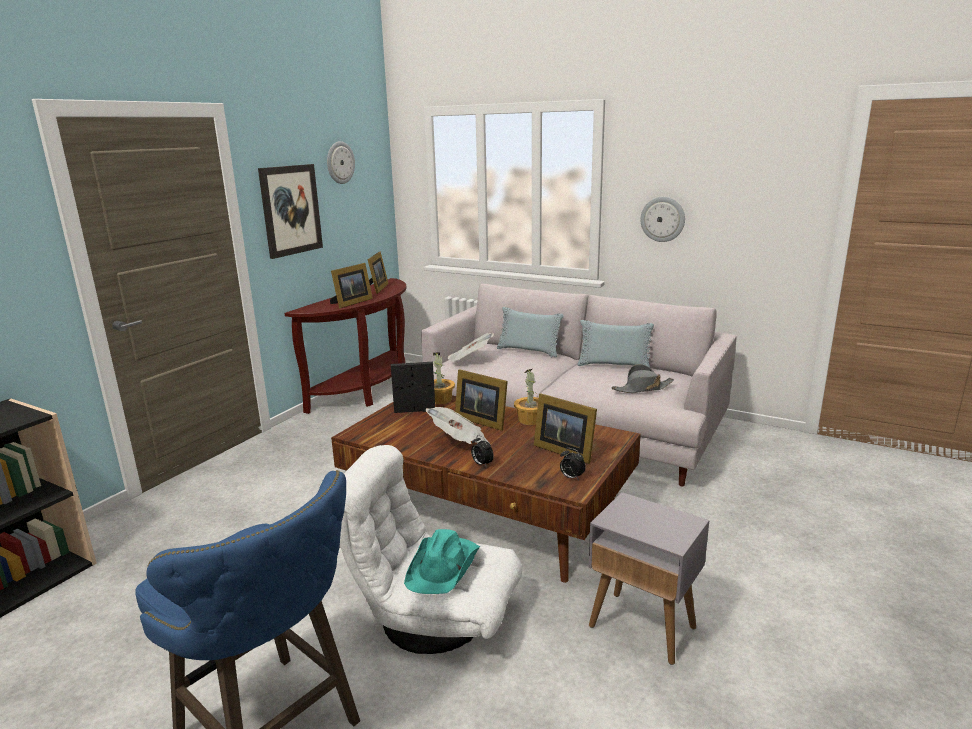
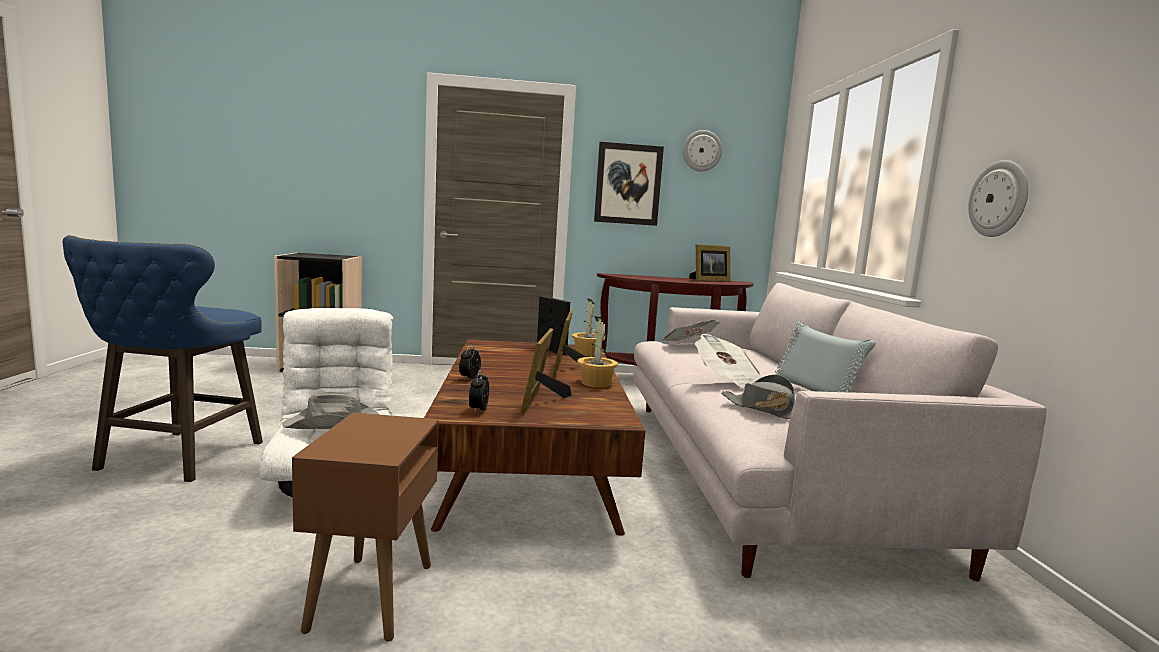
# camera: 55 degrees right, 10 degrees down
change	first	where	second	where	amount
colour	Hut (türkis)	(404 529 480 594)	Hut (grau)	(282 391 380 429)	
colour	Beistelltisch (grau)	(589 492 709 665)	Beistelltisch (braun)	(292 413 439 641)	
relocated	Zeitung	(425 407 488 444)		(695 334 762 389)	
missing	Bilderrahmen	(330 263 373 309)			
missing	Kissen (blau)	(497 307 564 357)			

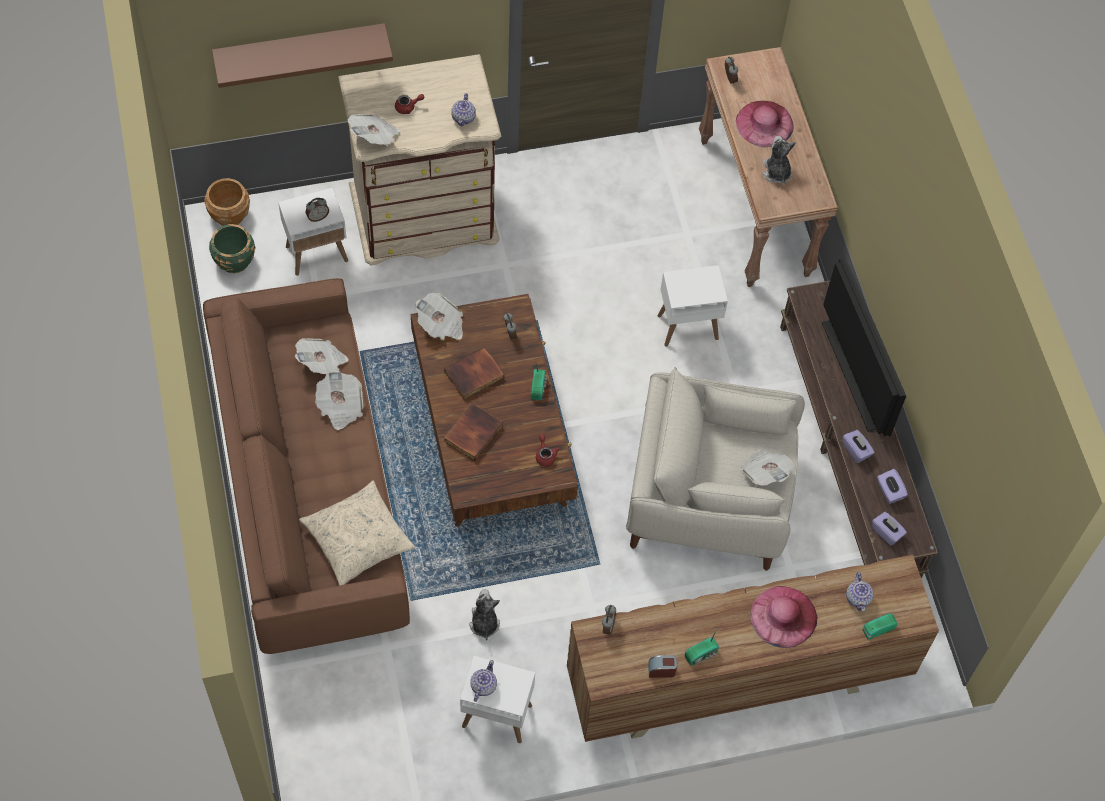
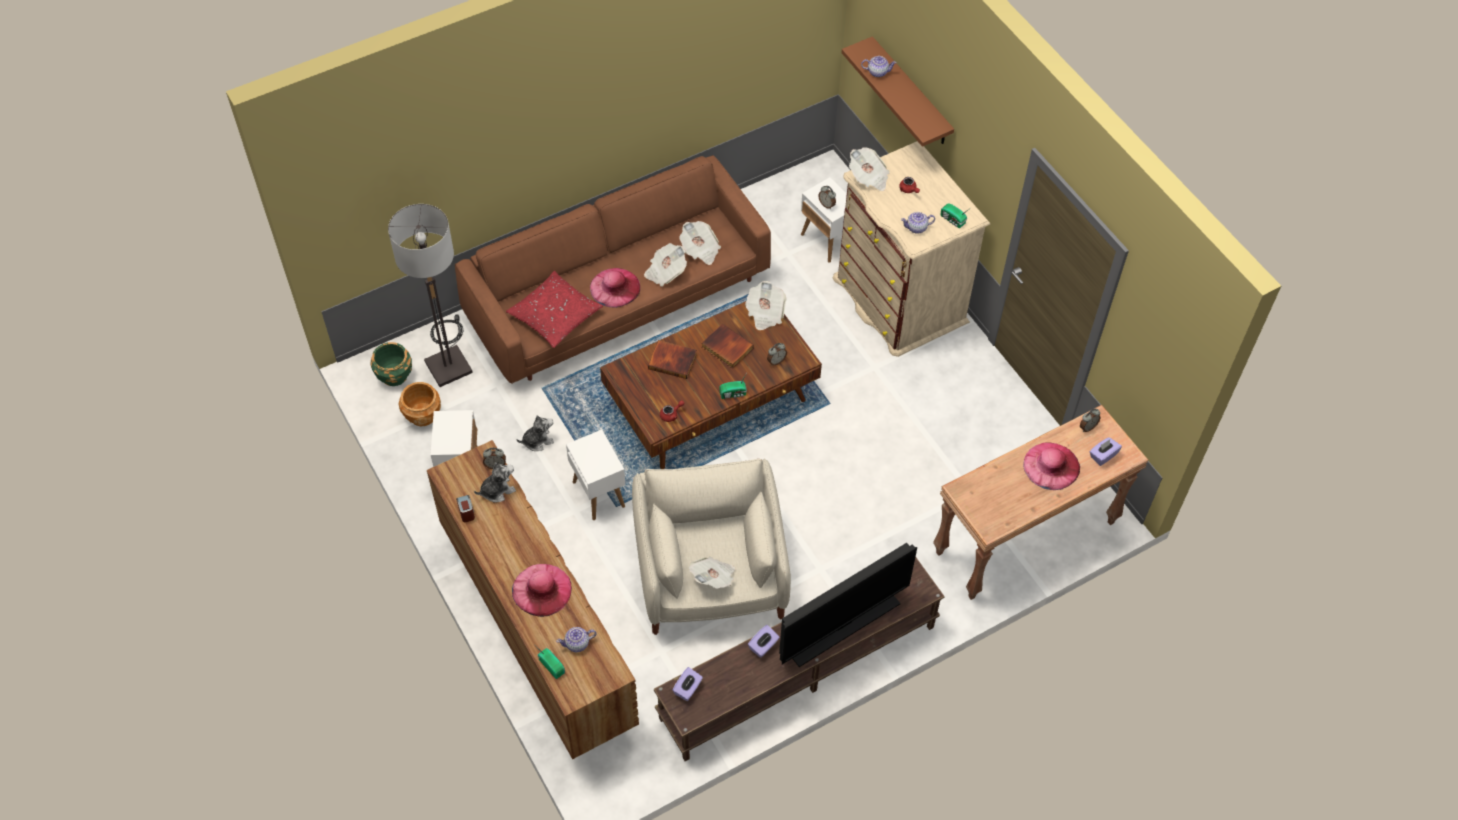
# camera: 75 degrees right, 5 degrees down
change	first	where	second	where	amount
relocated	Pflanzkübel (grün)	(209 224 256 273)		(370 342 412 386)	
appeared			Stehlampe	(388 204 473 387)	
relocated	Pflanzkübel (braun)	(205 178 250 226)		(398 382 441 426)	
relocated	Plüschtier	(763 136 796 184)		(474 462 516 503)	
colour	Kissen (beige)	(299 480 415 586)	Kissen (rot)	(506 271 603 348)	
relocated	Beistelltisch (weiß)	(658 265 728 347)		(566 430 625 520)	
appeared			Hut (rosa)	(590 268 640 308)	
relocated	Teekanne	(470 660 497 702)		(861 56 897 77)	
relocated	Radio	(685 629 720 666)		(940 204 969 228)	
relocated	Taschentuchbox (lila)	(877 469 908 504)		(1089 437 1122 466)	

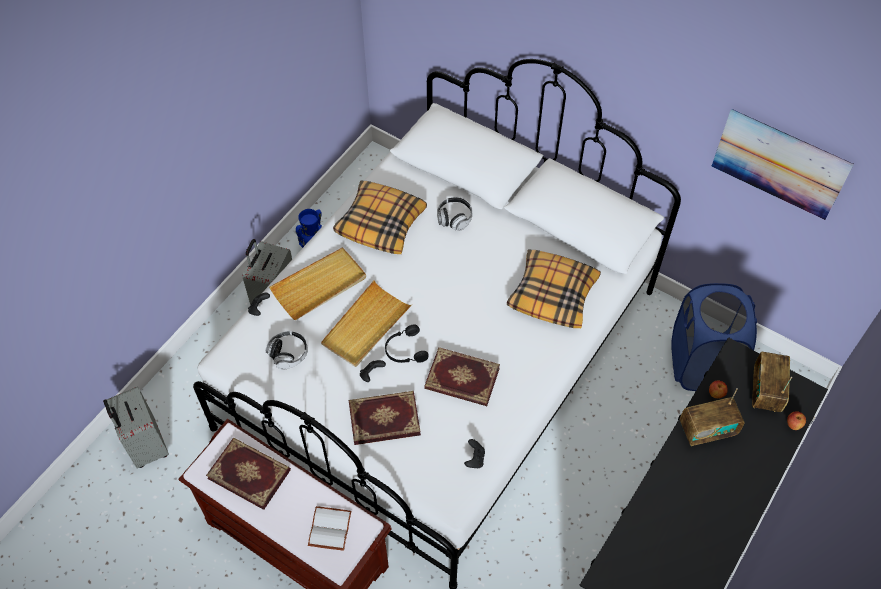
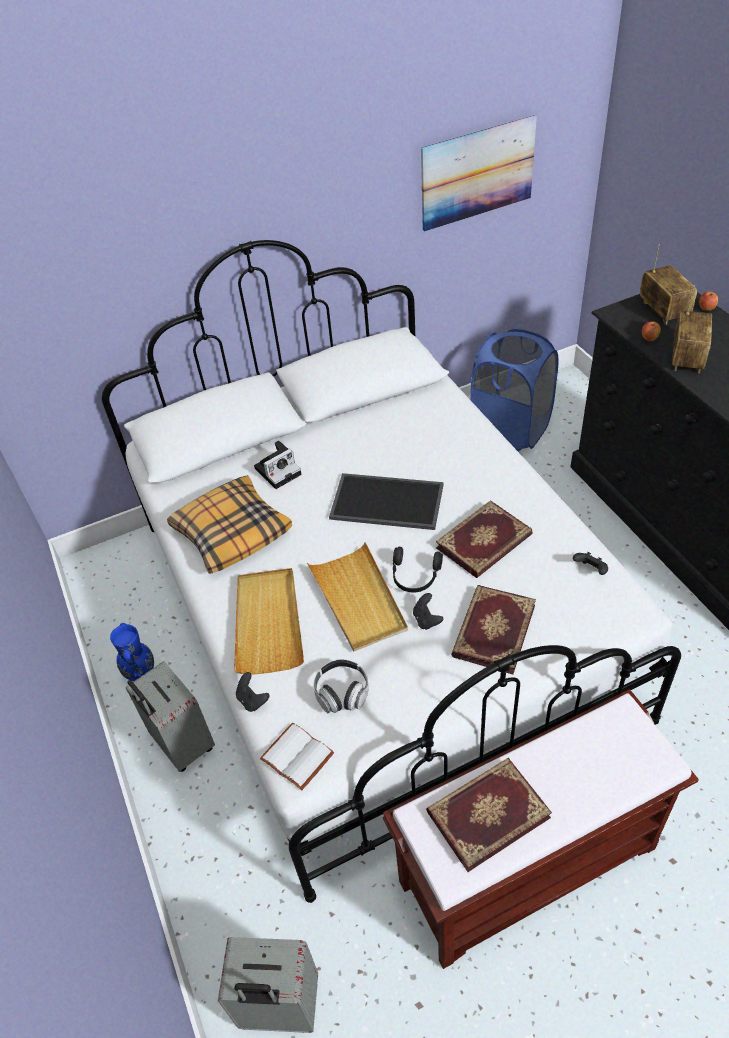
# camera: 55 degrees left, 10 degrees down
change	first	where	second	where	amount
exchanged	Kopfhörer	(437 197 472 231)	Kamera	(254 440 302 489)	
relocated	Buch (weiß)	(308 506 352 551)		(260 723 334 790)	
appeared			Tablett	(329 473 444 530)	
spun	Radio	(752 351 792 412)		(640 244 697 325)	150 degrees counterclockwise
missing	Kissen	(507 250 601 328)			

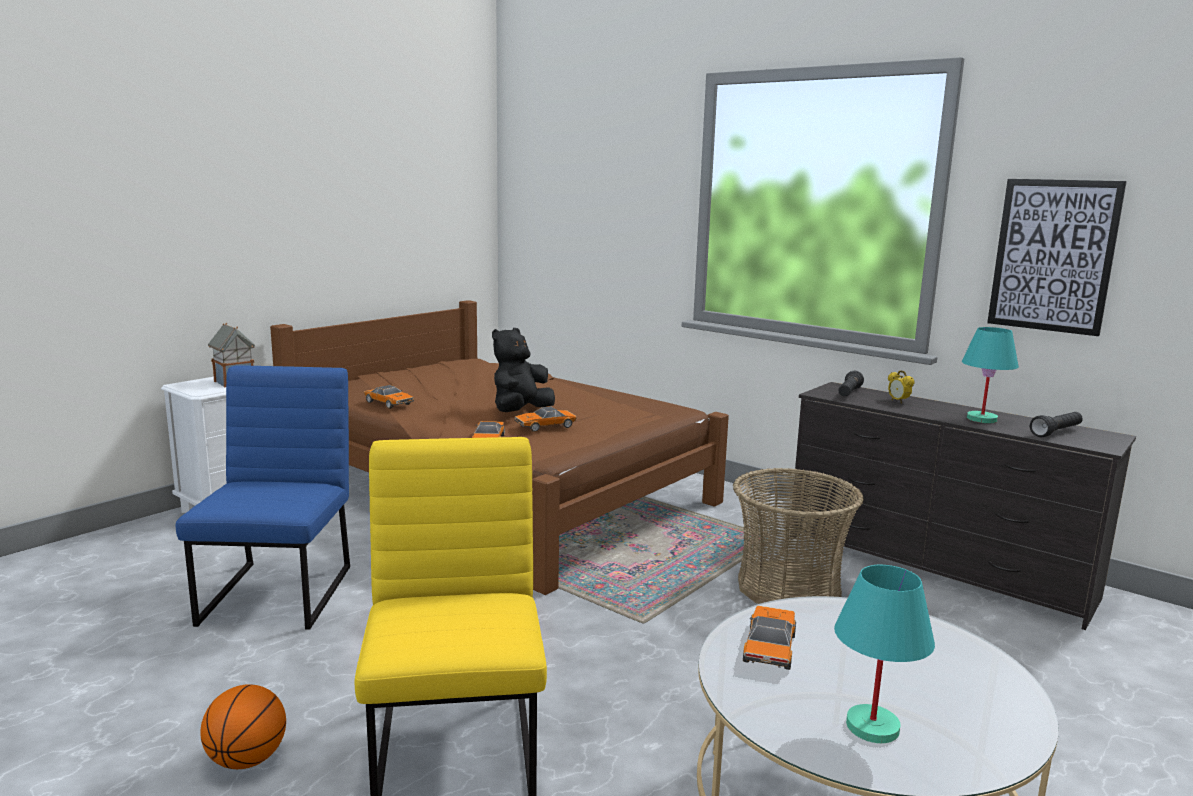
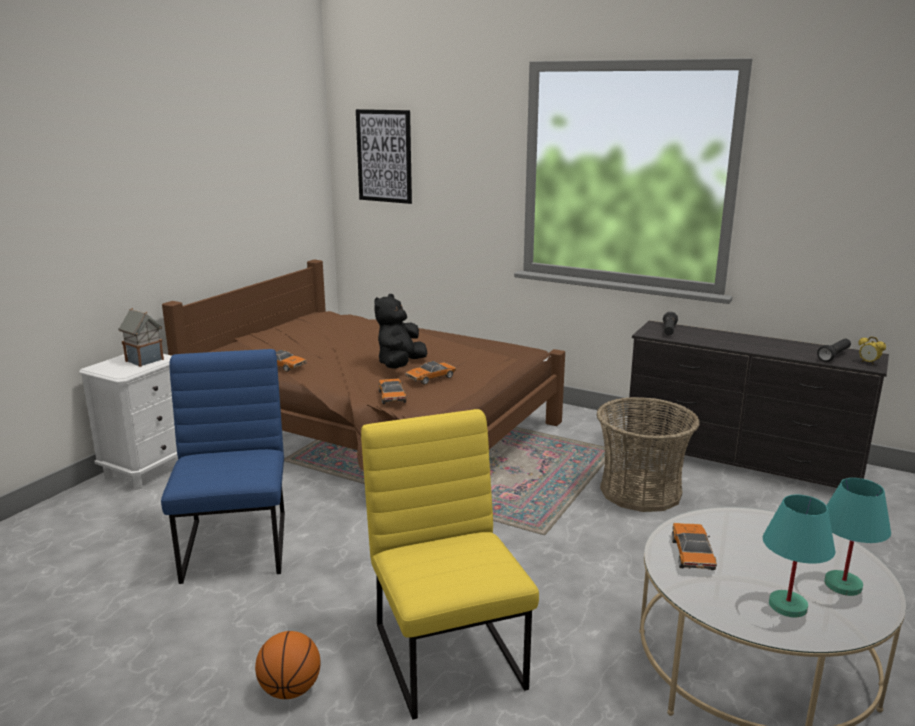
# camera: 10 degrees left, 5 degrees up
change	first	where	second	where	amount
relocated	Bild	(987 179 1127 336)		(356 109 412 204)	
relocated	Tischlampe (türkis)	(962 327 1019 423)		(824 478 891 596)	
relocated	Wecker	(888 370 915 403)		(858 336 886 365)	

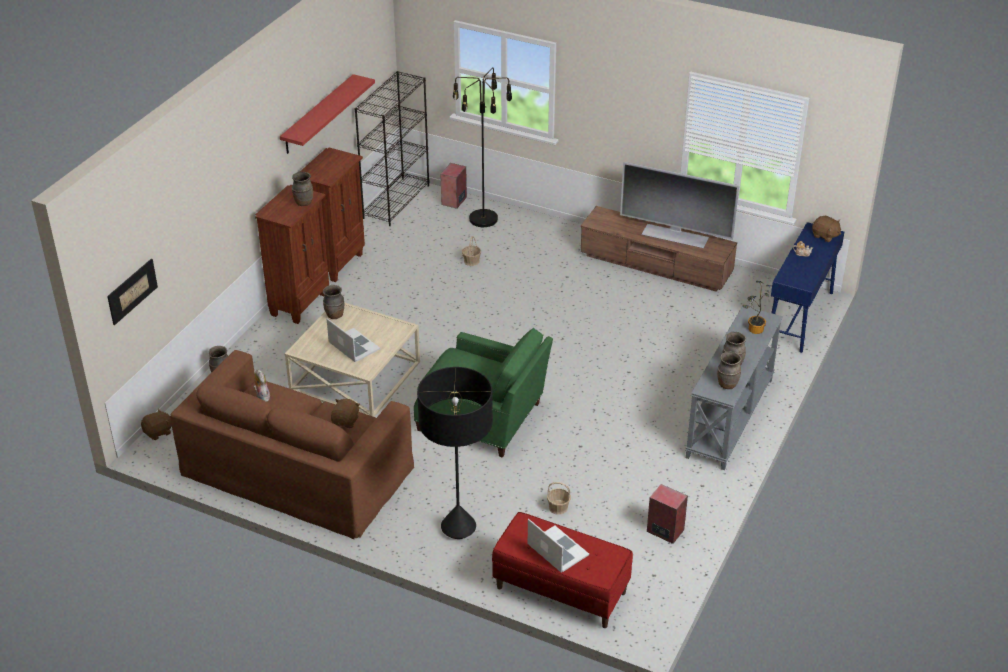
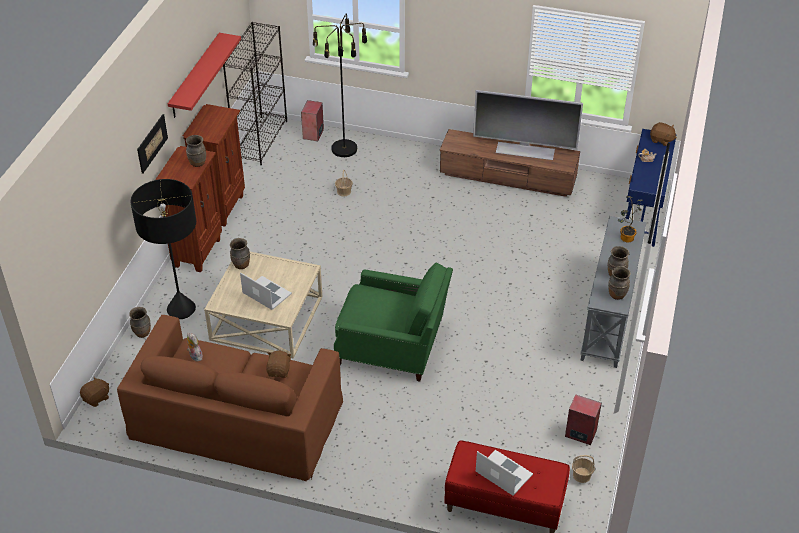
# camera: 10 degrees left, 5 degrees up
change	first	where	second	where	amount
relocated	Stehlampe (schwarz)	(417 367 493 539)		(130 179 196 319)	
relocated	Bild	(107 259 158 325)		(137 114 168 174)	
relocated	Korb	(547 482 571 515)		(572 455 595 483)	

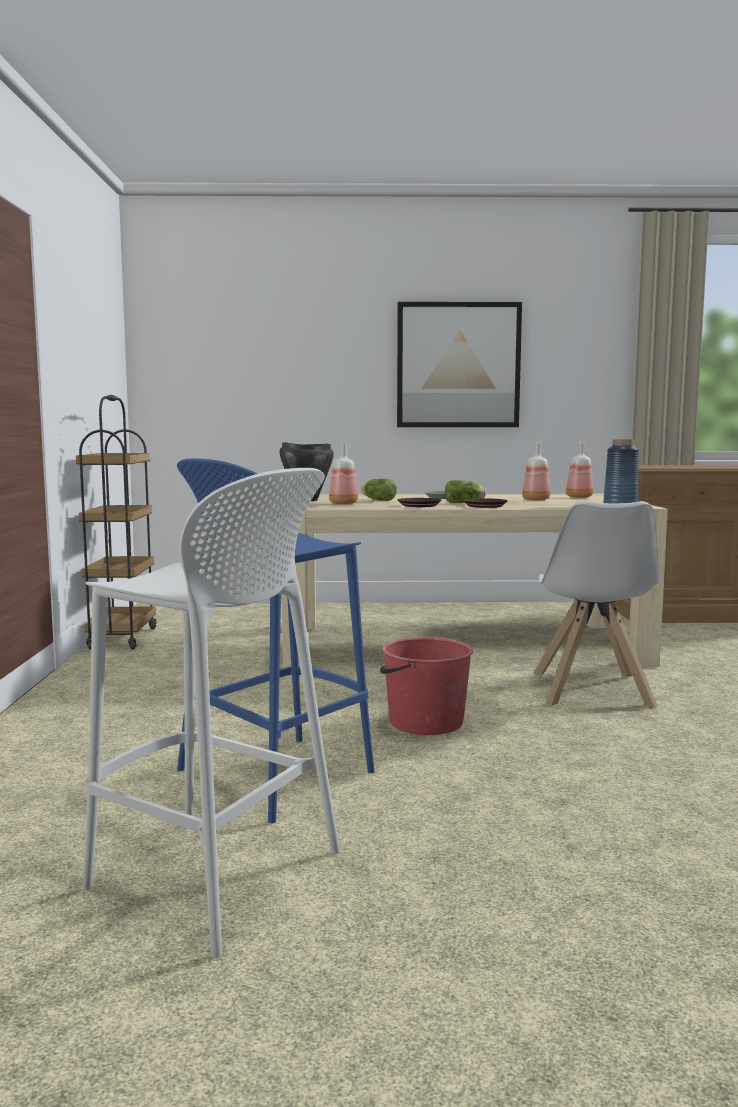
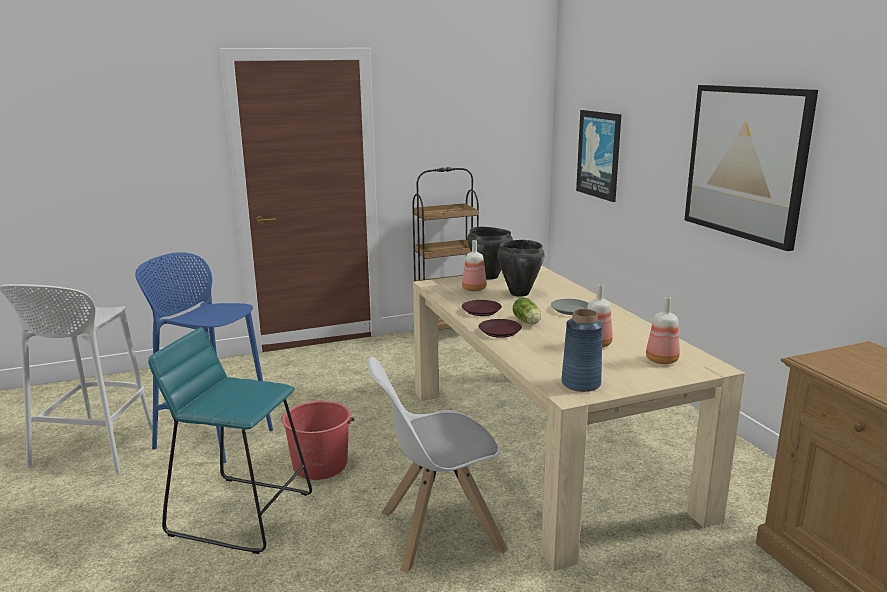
# camera: 70 degrees right, 10 degrees up
change	first	where	second	where	amount
appeared			Hocker (türkis)	(148 327 312 554)	
exchanged	Salatkopf	(361 479 397 501)	Kochtopf (schwarz)	(497 240 544 297)	
appeared			Bild	(576 110 621 202)	

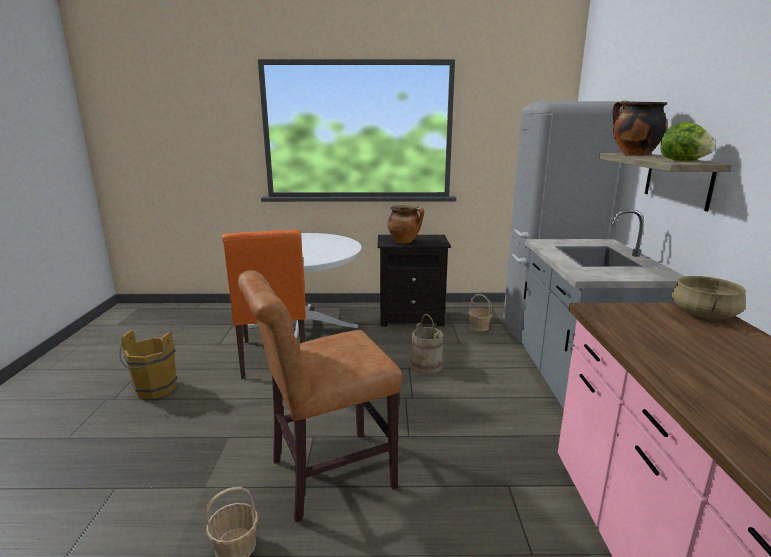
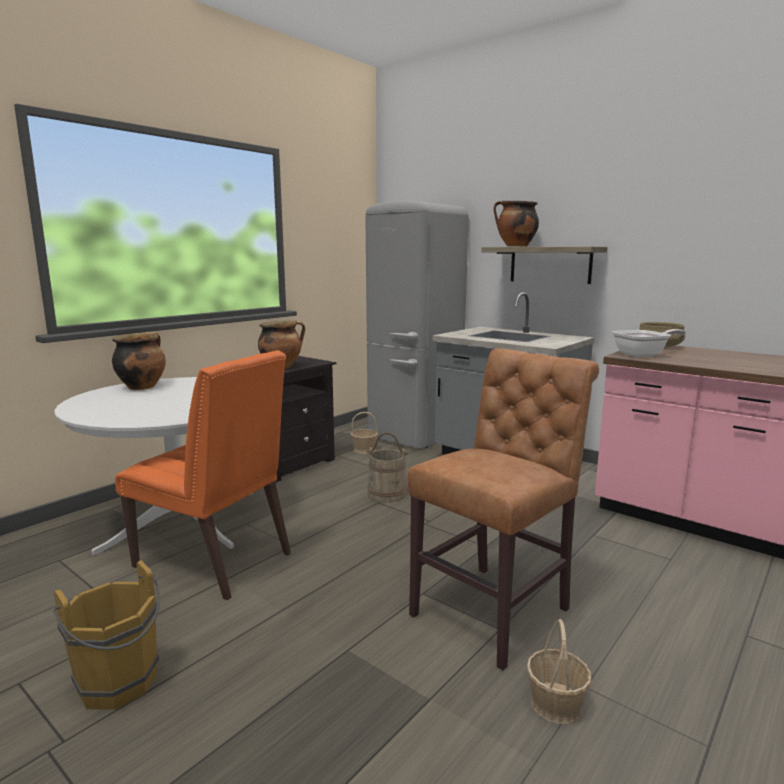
# camera: 50 degrees left, 5 degrees down
change	first	where	second	where	amount
appeared			Kochtopf	(112 332 166 390)	
spun	Stuhl (braun)	(238 270 402 523)		(407 348 599 670)	150 degrees counterclockwise
appeared			Pfanne	(612 329 686 357)	
missing	Salatkopf	(660 122 716 161)			

